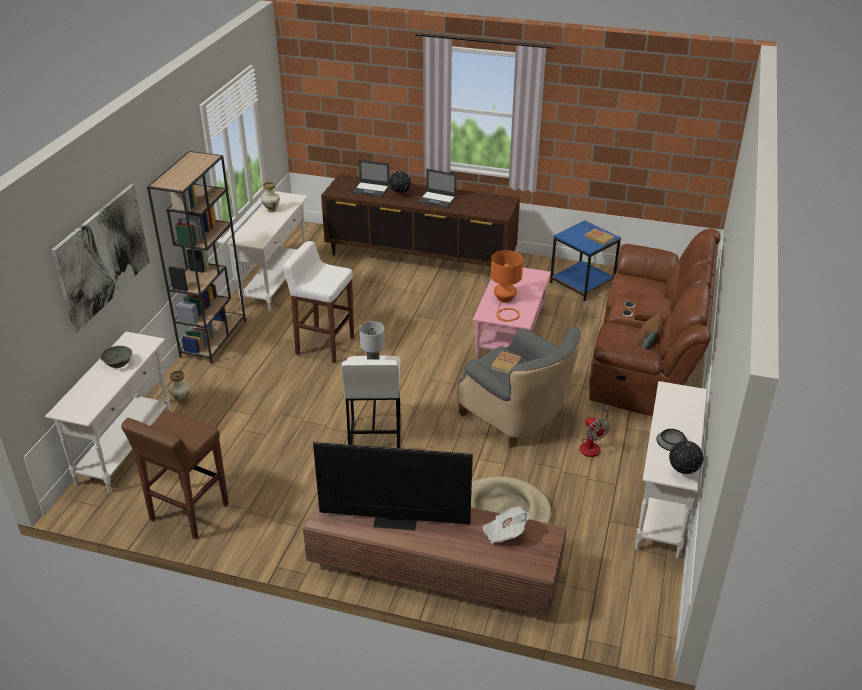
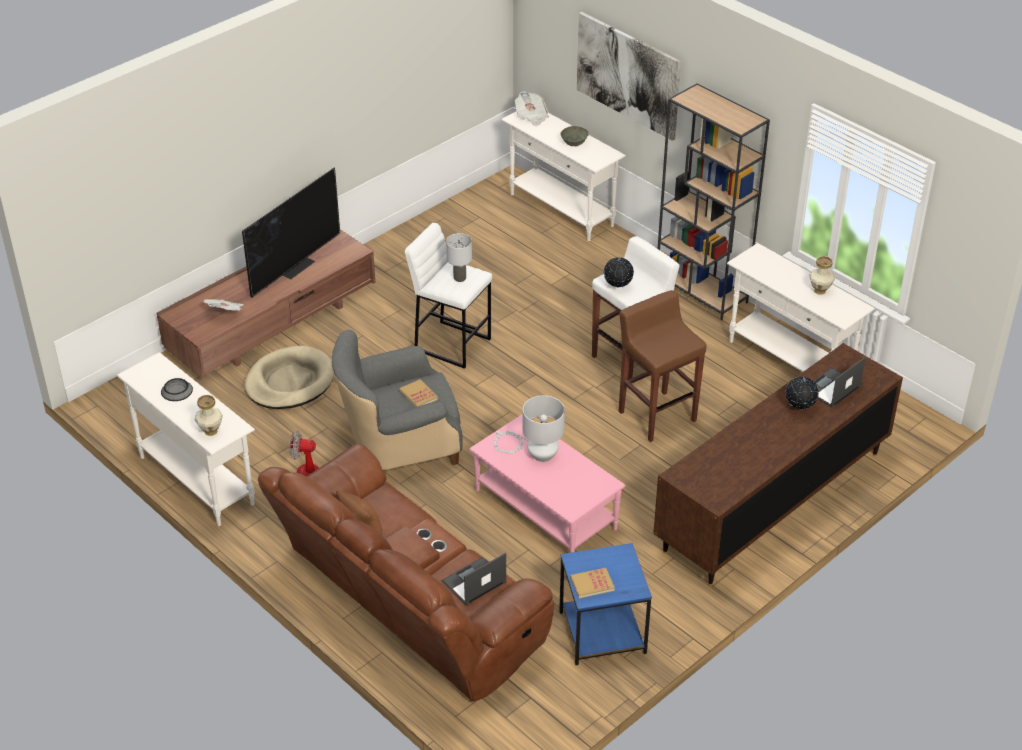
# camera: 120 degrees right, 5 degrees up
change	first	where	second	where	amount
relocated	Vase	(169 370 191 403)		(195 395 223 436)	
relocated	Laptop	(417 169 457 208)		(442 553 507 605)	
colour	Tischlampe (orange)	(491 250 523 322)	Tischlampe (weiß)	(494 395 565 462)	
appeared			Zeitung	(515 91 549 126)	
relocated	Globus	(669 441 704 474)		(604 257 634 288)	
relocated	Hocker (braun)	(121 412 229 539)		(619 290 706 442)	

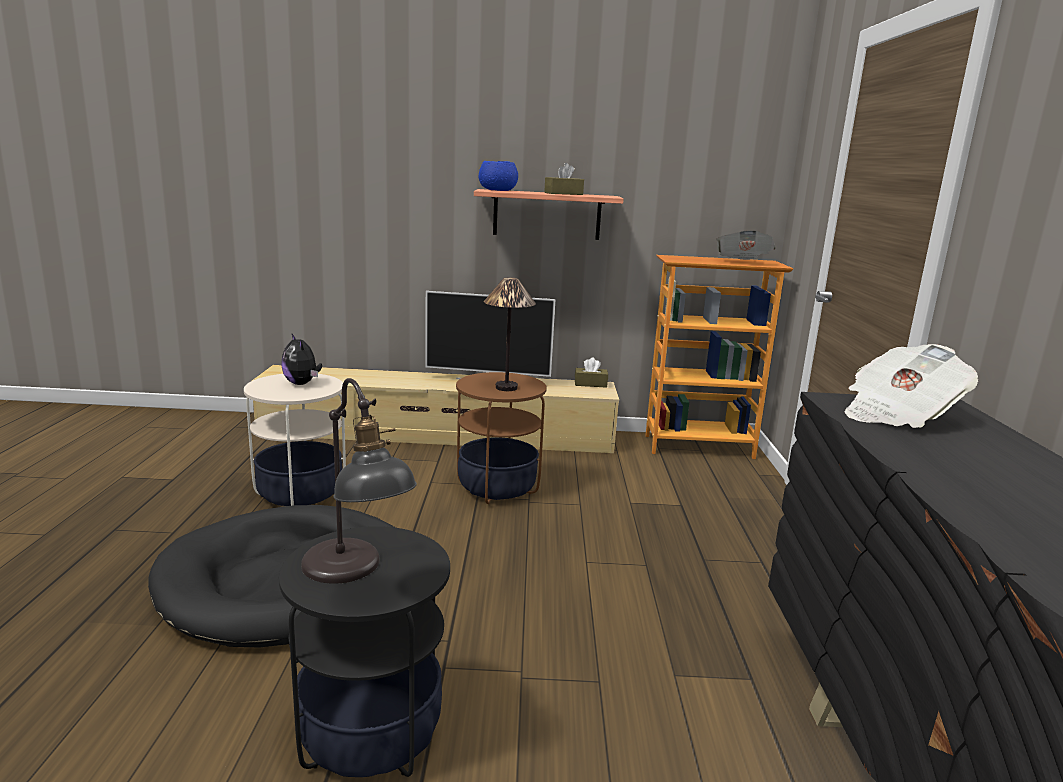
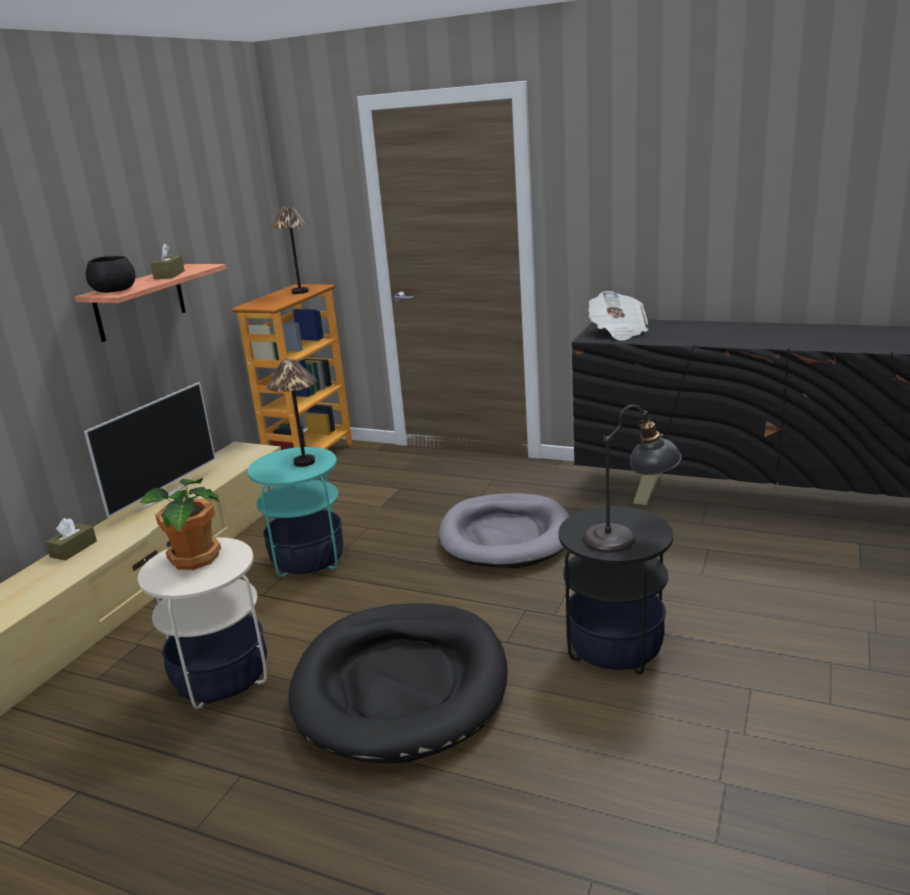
# camera: 65 degrees left, 5 degrees up
change	first	where	second	where	amount
relocated	Taschentuchbox (braun)	(575 357 608 388)		(45 518 97 561)	
colour	Schüssel (blau)	(479 161 518 191)	Schüssel (schwarz)	(86 256 135 293)	
exchanged	Plüschtier	(281 334 322 385)	Topfpflanze	(140 478 221 570)	
colour	Beistelltisch (braun)	(456 372 547 504)	Beistelltisch (türkis)	(247 447 343 577)	
exchanged	Zeitung	(716 230 776 260)	Tischlampe	(271 206 310 294)	
appeared			Hundebett (grau)	(439 493 570 568)	

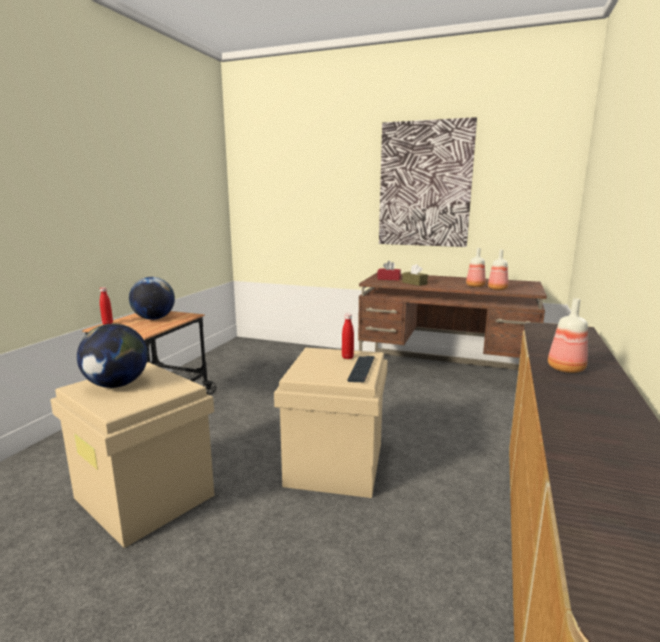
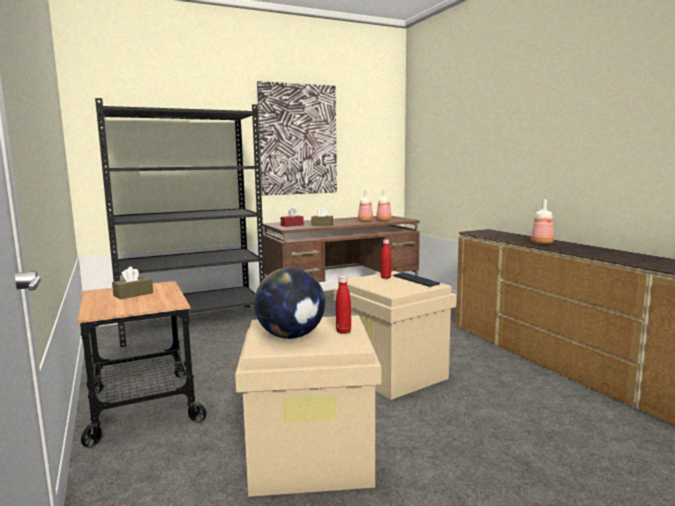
# camera: 45 degrees left, 5 degrees down
change	first	where	second	where	amount
appeared			Bücherregal (schwarz)	(95 98 265 347)	
exchanged	Globus	(129 277 175 320)	Taschentuchbox (braun)	(112 267 153 299)	
relocated	Flasche (rot)	(100 287 113 325)		(336 276 351 334)	

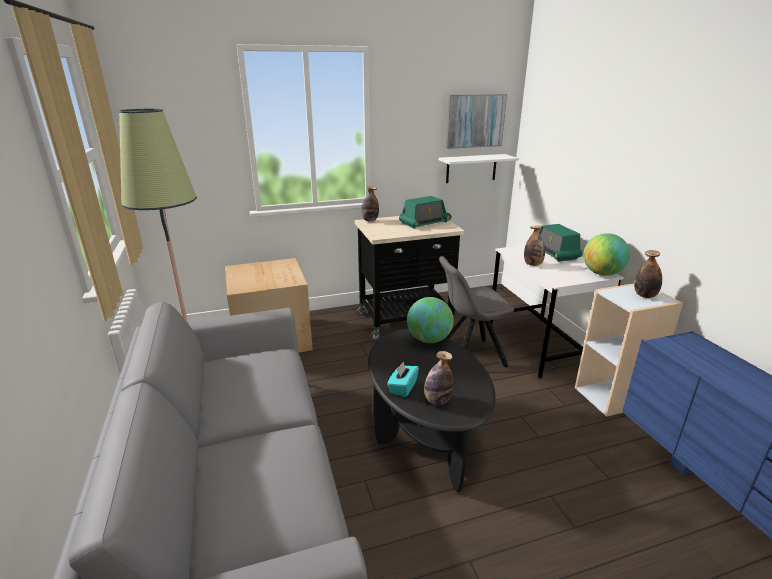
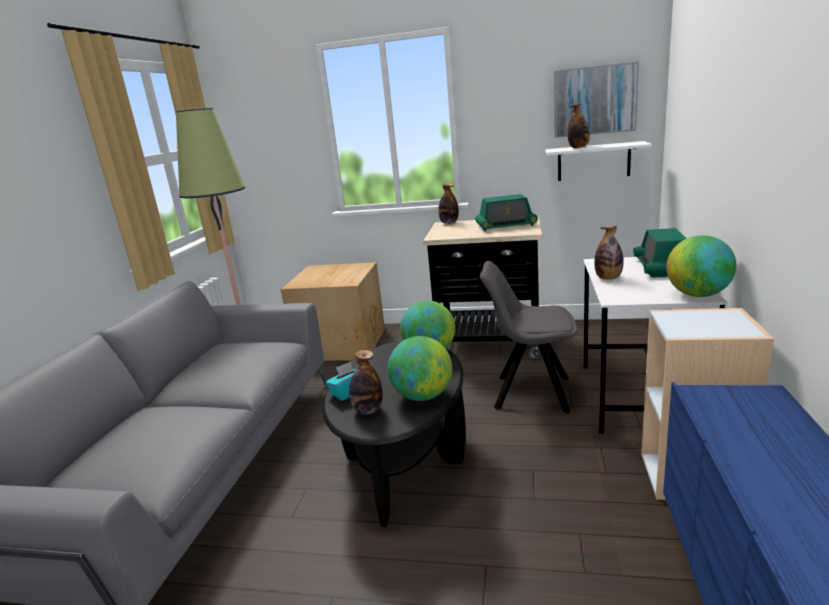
# camera: 30 degrees right, 5 degrees down
change	first	where	second	where	amount
appeared			Globus	(388 336 452 401)	
relocated	Flasche	(634 250 662 298)		(567 103 590 148)	

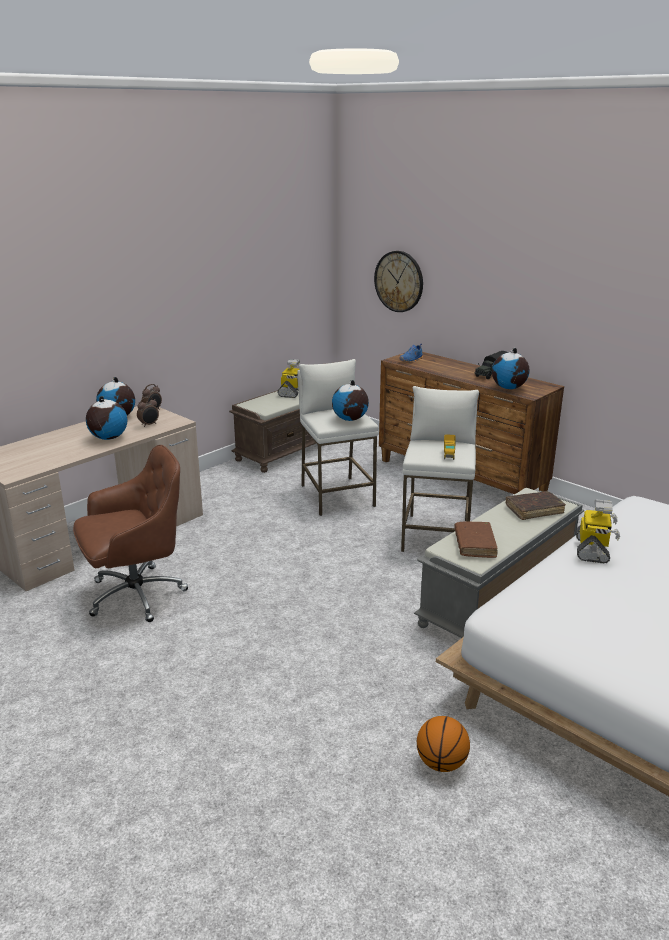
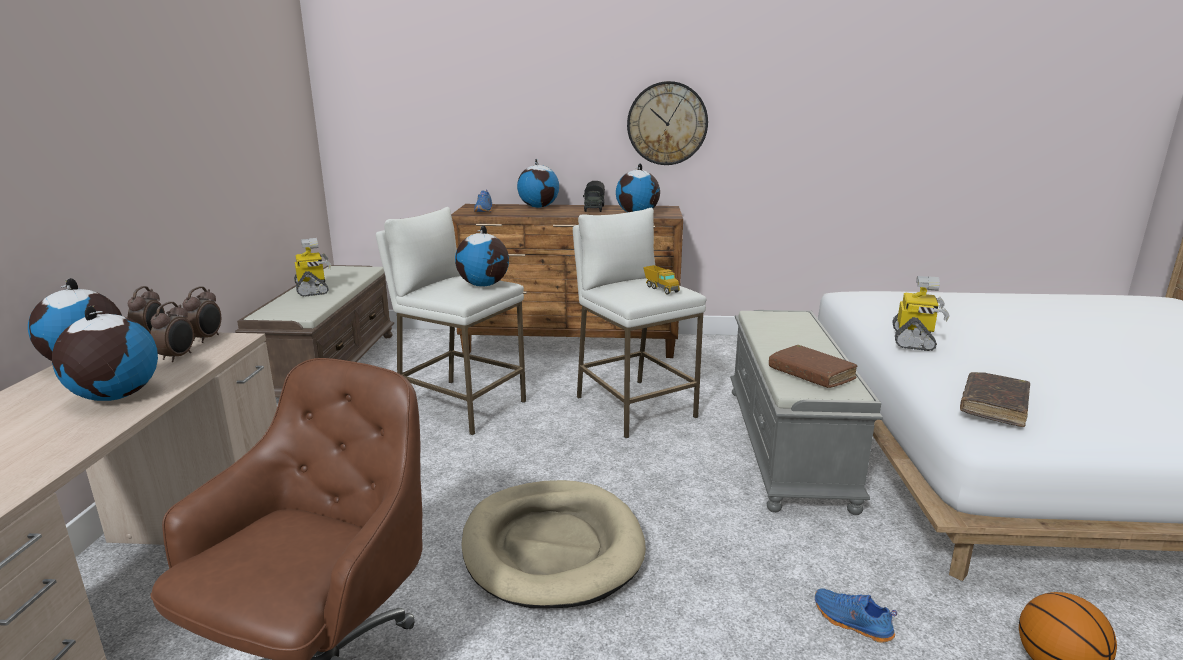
# camera: 40 degrees left, 5 degrees down
change	first	where	second	where	amount
appeared			Wecker	(183 287 221 343)	
appeared			Hundebett (beige)	(461 480 646 608)	
appeared			Globus	(517 159 559 208)	
relocated	Wanduhr	(374 251 423 312)		(627 81 708 165)	
appeared			Schuh (blau)	(815 588 897 643)	
spun	Spielzeugroboter	(576 499 620 563)		(892 276 950 351)	45 degrees clockwise
relocated	Buch (braun)	(505 491 566 520)		(960 372 1030 427)	

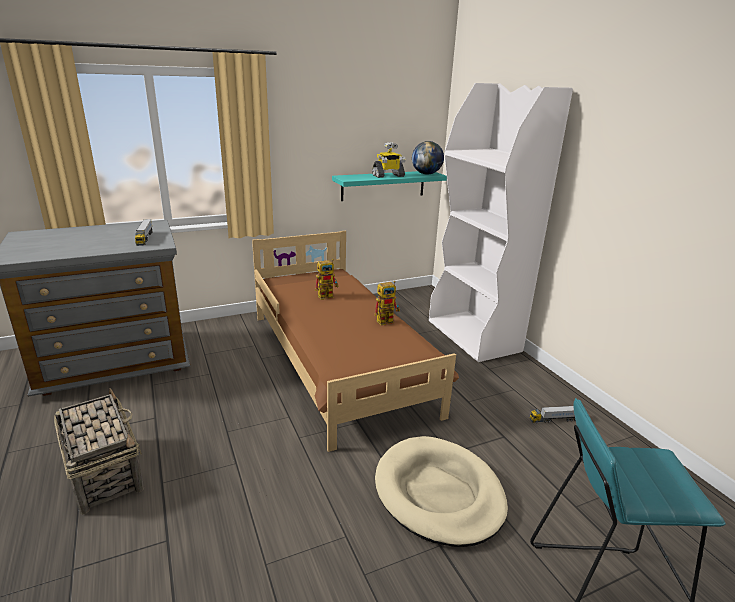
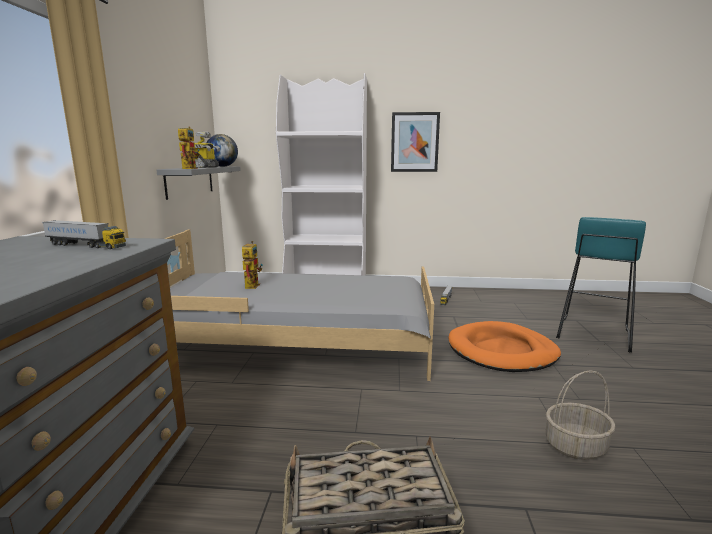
# camera: 60 degrees left, 10 degrees down
change	first	where	second	where	amount
colour	Wandregal (türkis)	(332 171 447 201)	Wandregal (grau)	(156 166 241 200)	
colour	Bett (braun)	(252 231 459 452)	Bett (grau)	(165 229 434 381)	
relocated	Spielzeugroboter	(374 281 400 325)		(178 127 200 169)	
appeared			Bild	(391 112 440 172)	
colour	Hundebett (beige)	(375 436 508 547)	Hundebett (orange)	(449 321 561 372)	
appeared			Korb	(546 371 615 460)	

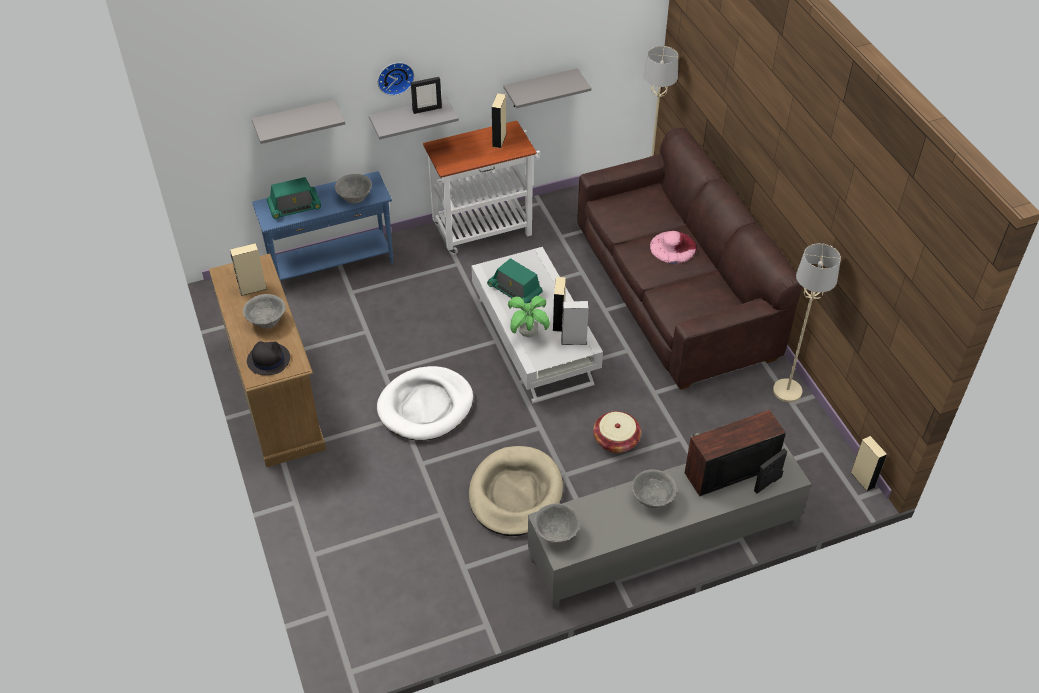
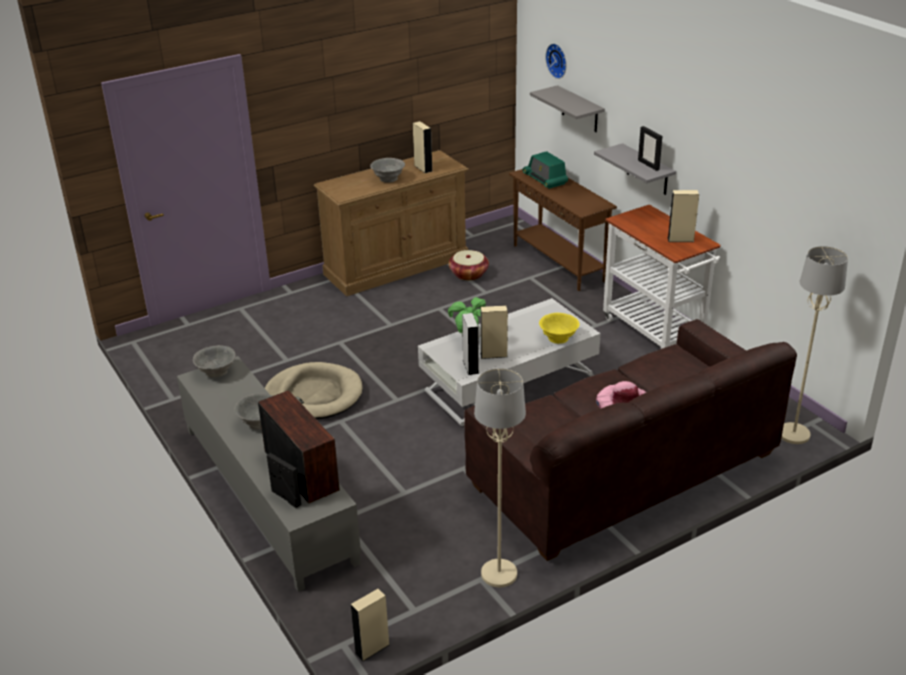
# camera: 80 degrees right, 15 degrees down
change	first	where	second	where	amount
relocated	Korb	(593 411 641 453)		(449 250 489 281)	
colour	Konsolentisch (blau)	(252 171 393 282)	Konsolentisch (braun)	(509 169 617 291)	
appeared			Schüssel (gelb)	(539 313 580 344)	
relocated	Wanduhr	(378 63 414 96)		(545 43 567 79)	
missing	Hut (schwarz)	(247 341 290 375)			
missing	Schüssel (grau)	(335 174 372 203)			
missing	Hundebett (weiß)	(377 366 473 441)			
missing	Radio	(487 258 543 304)			
missing	Wandregal (grau)	(504 68 591 108)			

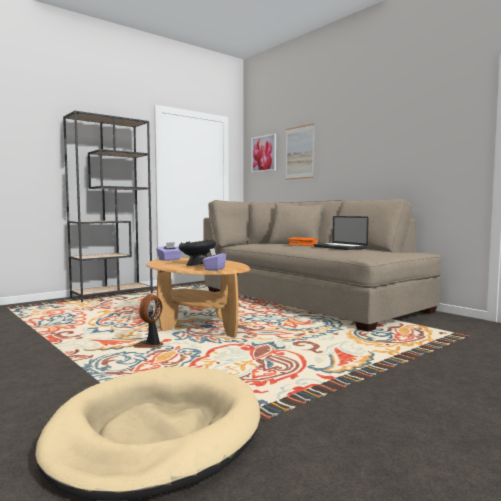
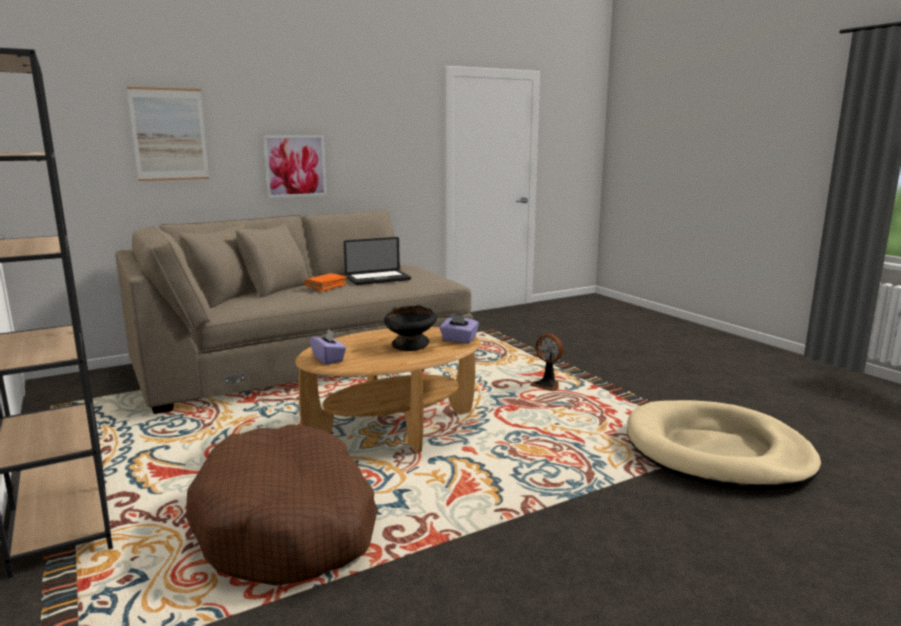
# camera: 80 degrees left, 10 degrees up
change	first	where	second	where	amount
appeared			Hundebett (braun)	(186 425 378 586)	
relocated	Bild	(251 133 276 173)		(263 135 327 198)	
relocated	Ventilator	(133 294 164 348)		(530 334 563 391)	

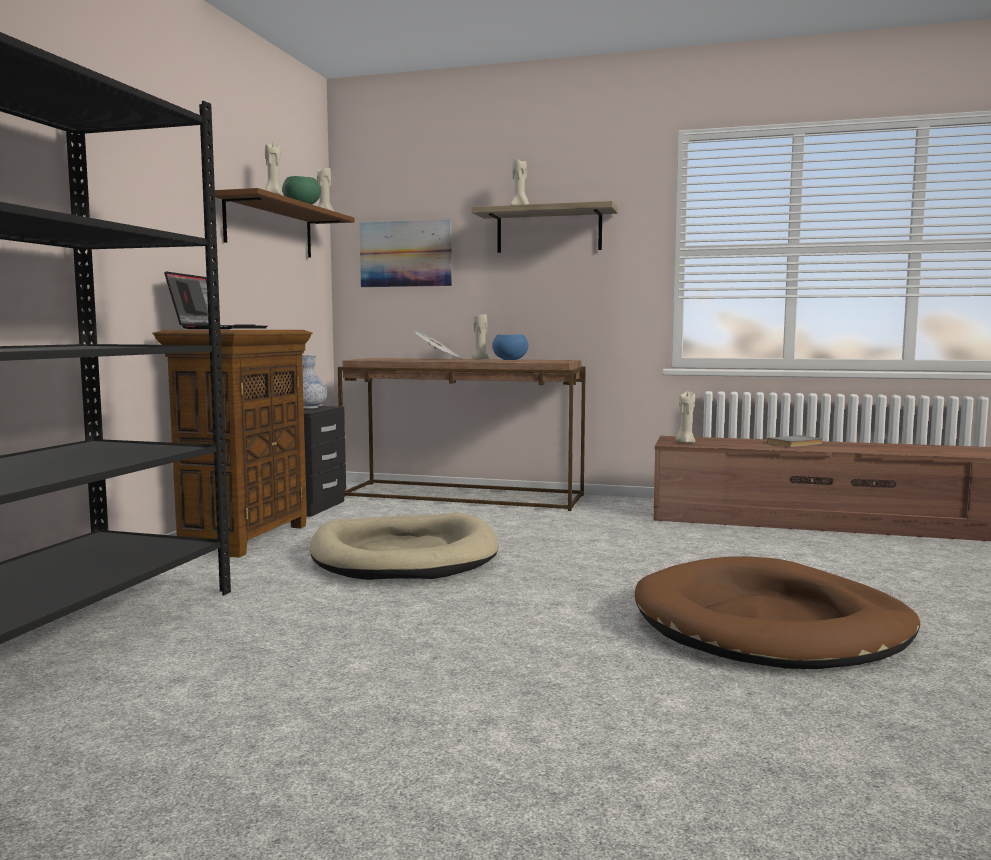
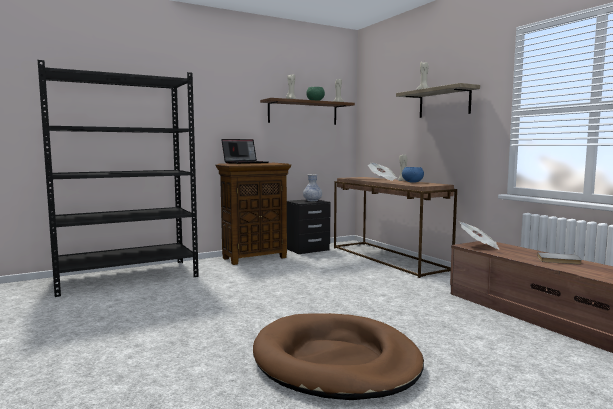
# camera: 45 degrees right, 0 degrees up
change	first	where	second	where	amount
exchanged	Kerze (beige)	(675 390 695 443)	Zeitung	(459 222 500 250)	
missing	Hundebett (beige)	(310 513 499 580)			
missing	Bild	(360 219 452 287)			

